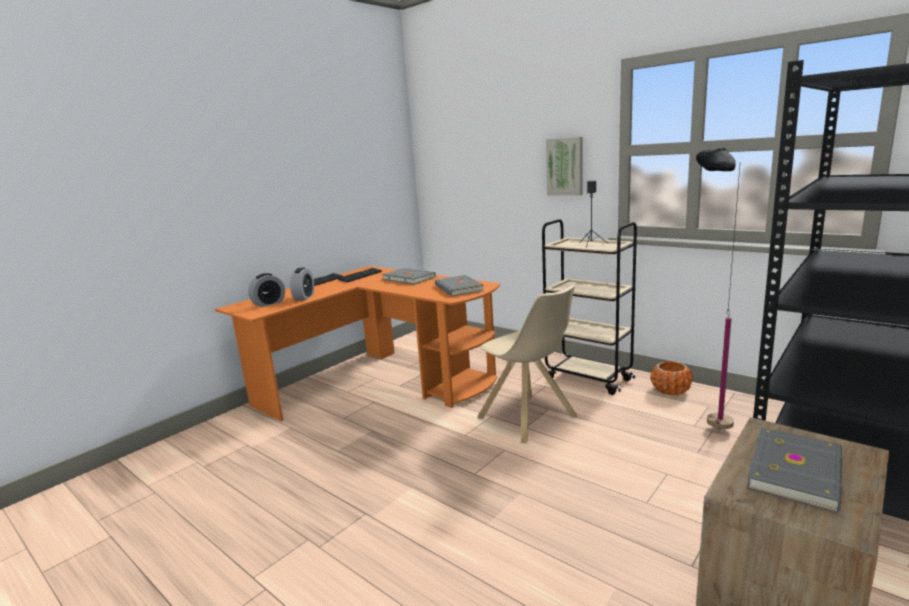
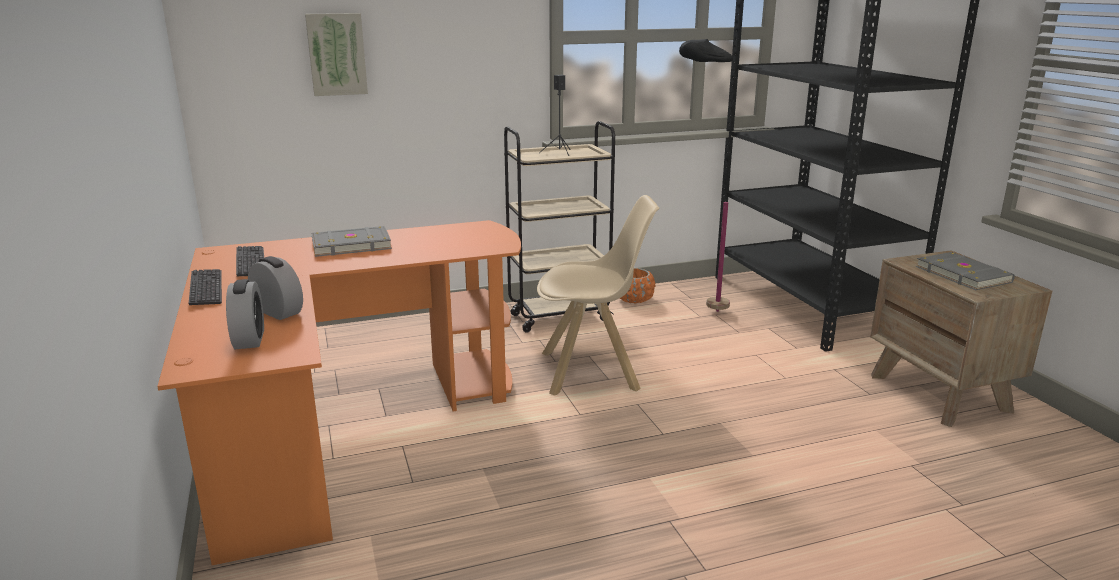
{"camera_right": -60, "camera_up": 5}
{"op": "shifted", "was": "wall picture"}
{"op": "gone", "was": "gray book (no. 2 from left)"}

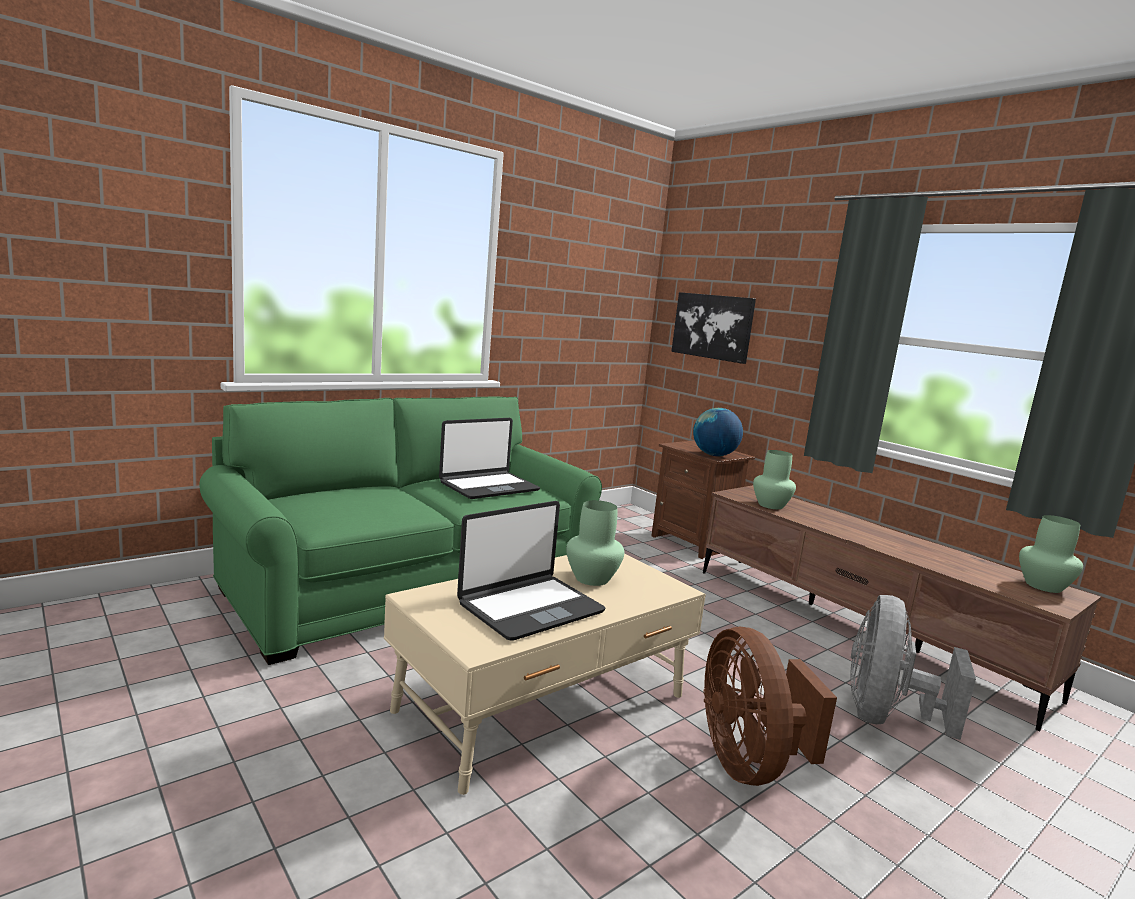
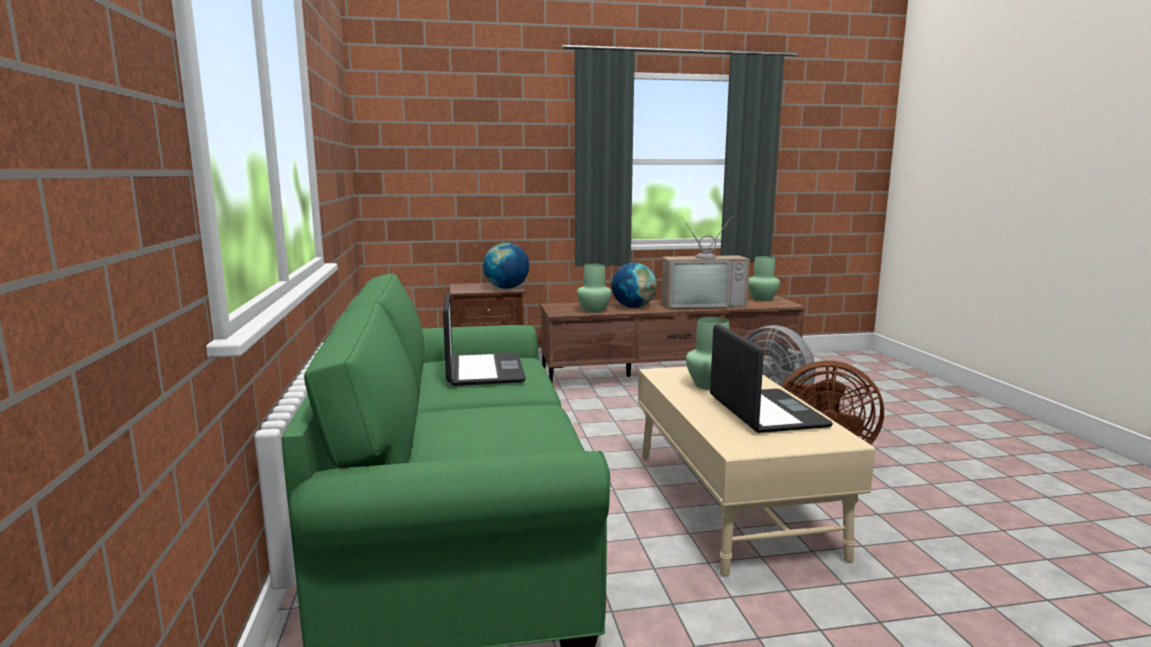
{"camera_right": -60, "camera_up": 0}
{"op": "new", "now": "globe (no. 2 from left)"}
{"op": "new", "now": "TV set"}
{"op": "gone", "was": "wall picture"}

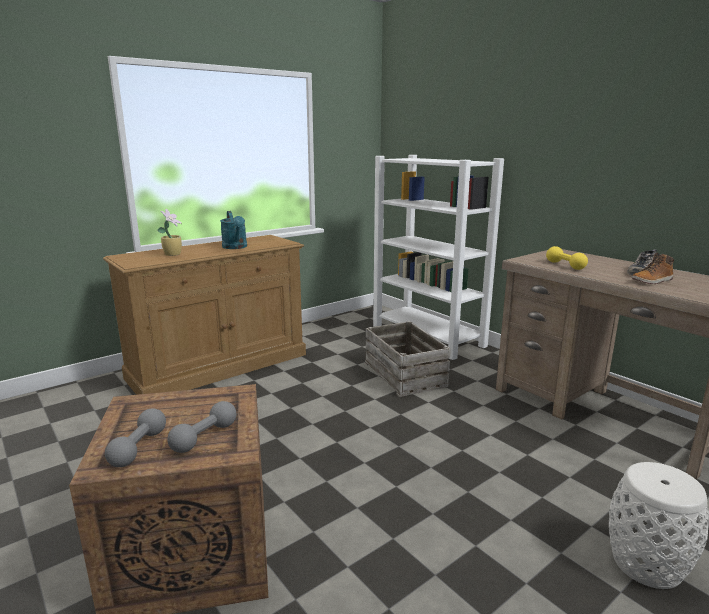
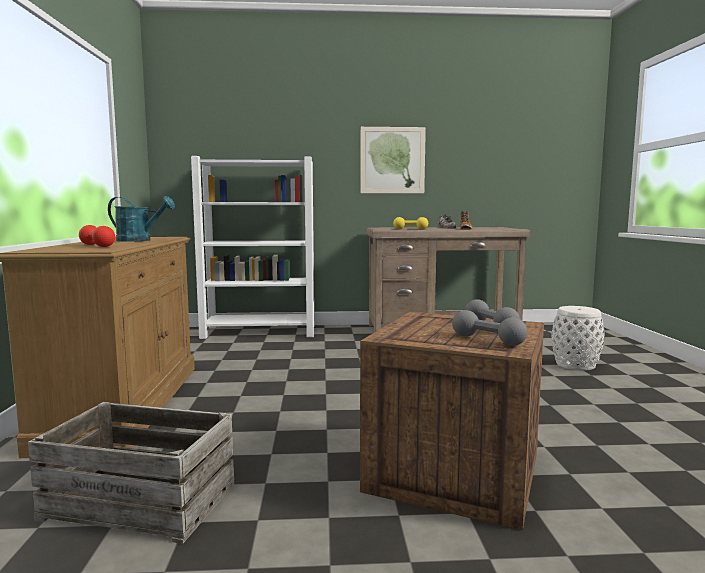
{"camera_right": -55, "camera_up": -10}
{"op": "shifted", "was": "shipping crate (no. 2 from left in the first image)", "now": "shipping crate (no. 1 from left)"}
{"op": "swapped", "was": "potted plant", "now": "reddish free weight"}
{"op": "new", "now": "wall picture"}

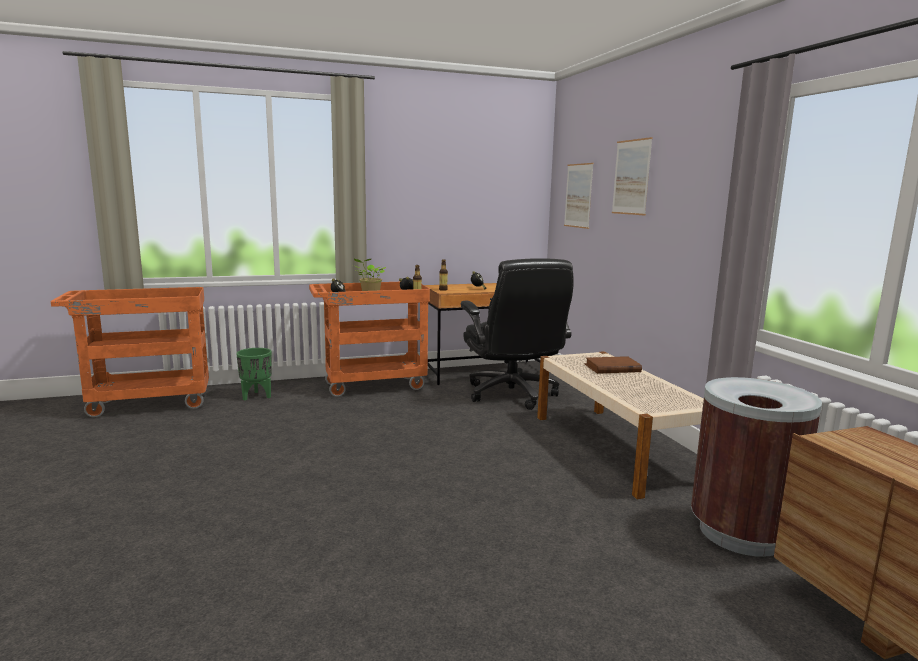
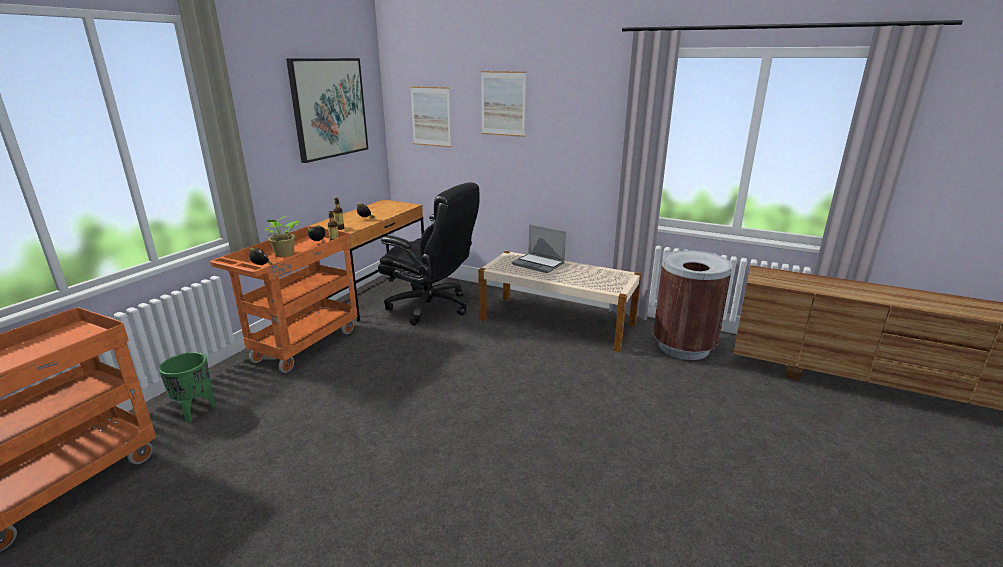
{"camera_right": -45, "camera_up": 10}
{"op": "new", "now": "wall picture (no. 1 from left)"}
{"op": "swapped", "was": "brown book", "now": "laptop"}

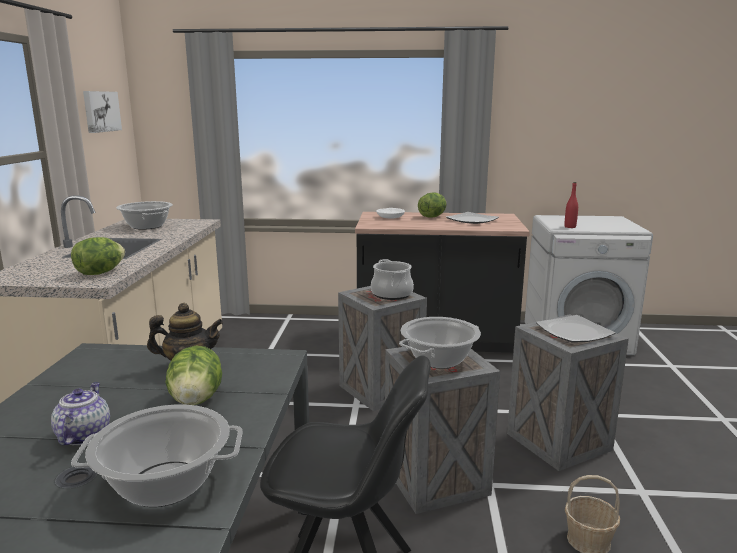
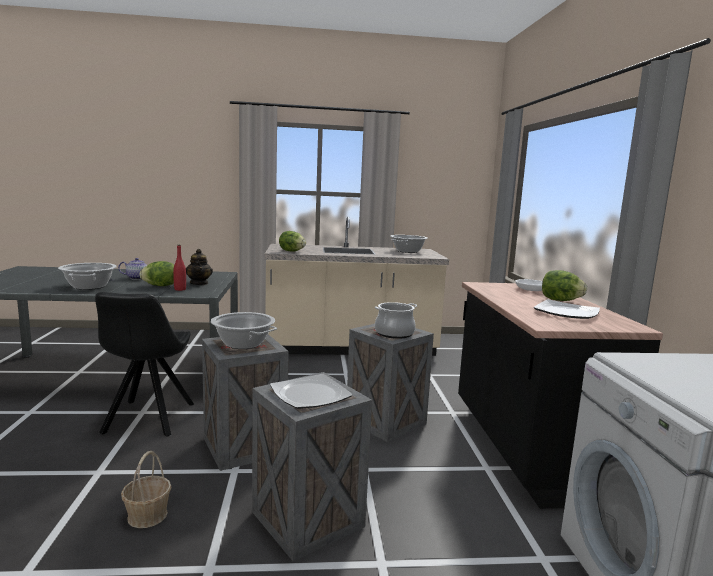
{"camera_right": 80, "camera_up": -5}
{"op": "shifted", "was": "reddish beverage bottle"}
{"op": "gone", "was": "wall picture"}

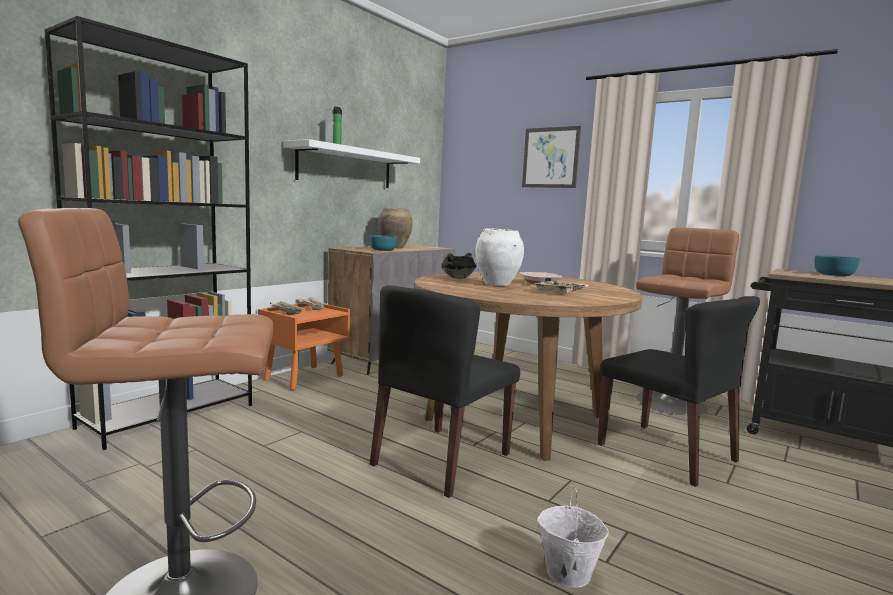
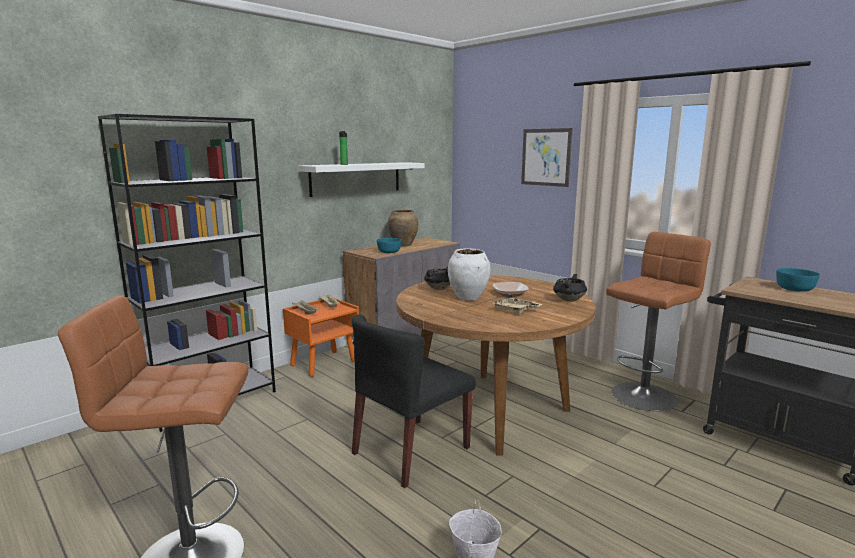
{"camera_right": 10, "camera_up": 5}
{"op": "new", "now": "black stockpot (no. 2 from left)"}
{"op": "gone", "was": "black plain chair (no. 2 from left)"}

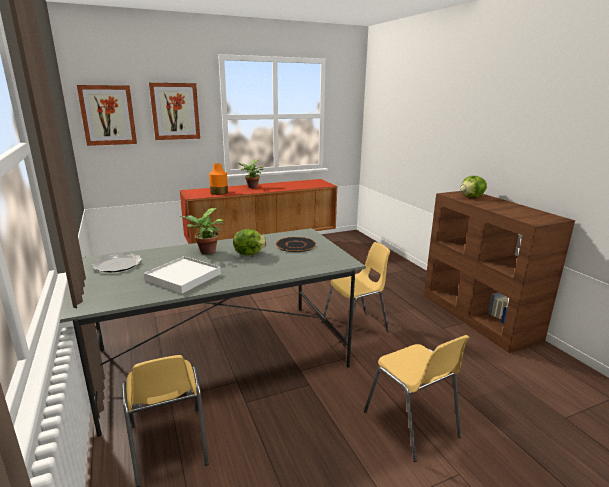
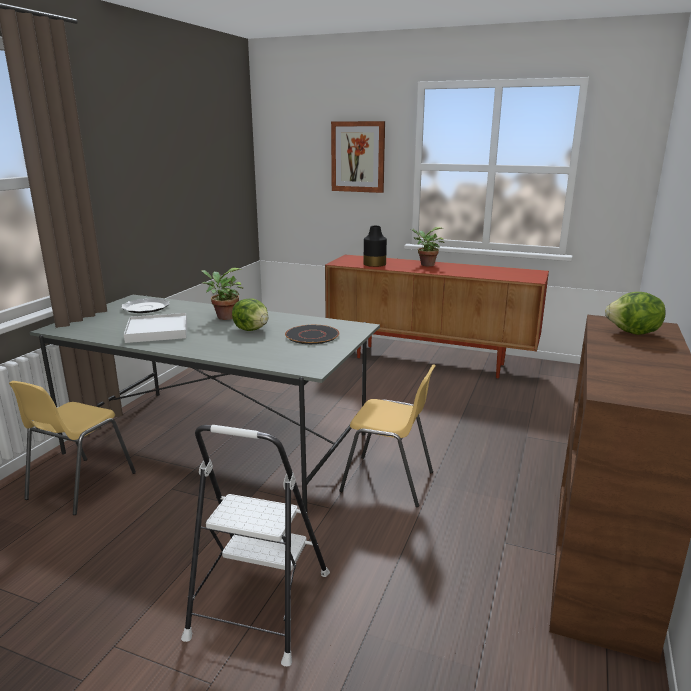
{"camera_right": 45, "camera_up": 0}
{"op": "swapped", "was": "yellow-coloured plain chair (no. 3 from left)", "now": "whitish step ladder"}
{"op": "repainted", "was": "orange flower vase", "now": "black flower vase"}
{"op": "gone", "was": "wall picture (no. 1 from left)"}

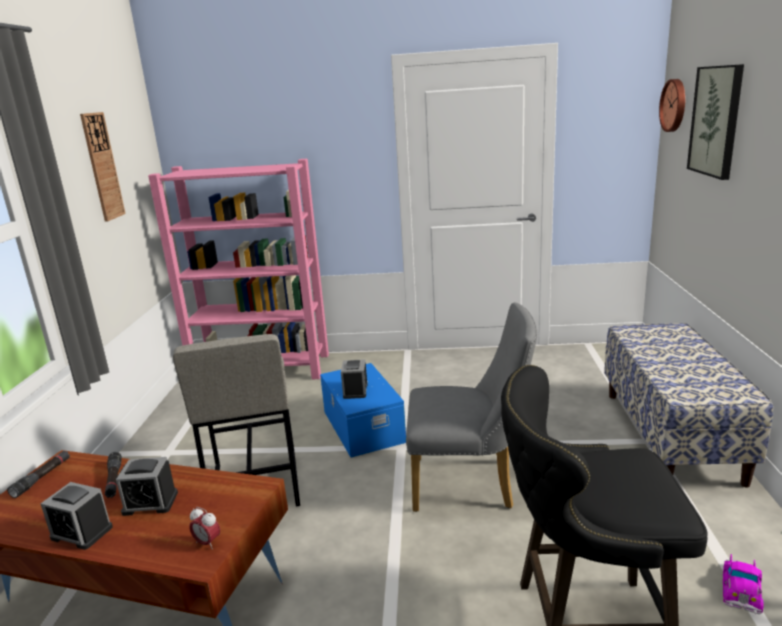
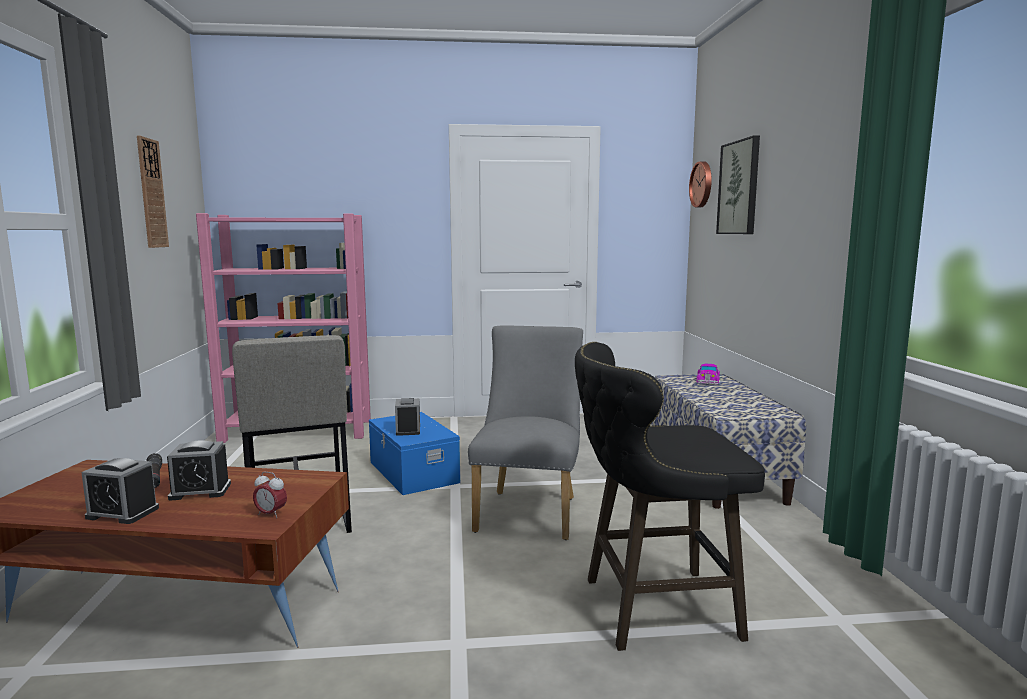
{"camera_right": -10, "camera_up": -10}
{"op": "rotated", "was": "gray plain chair (no. 2 from left)", "clockwise": -75}
{"op": "shifted", "was": "model car"}
{"op": "gone", "was": "black torch (no. 1 from left)"}

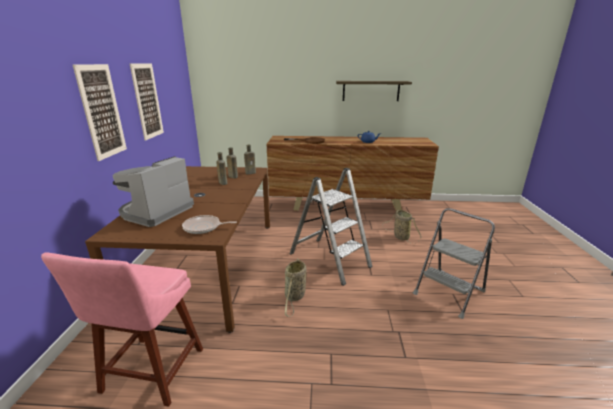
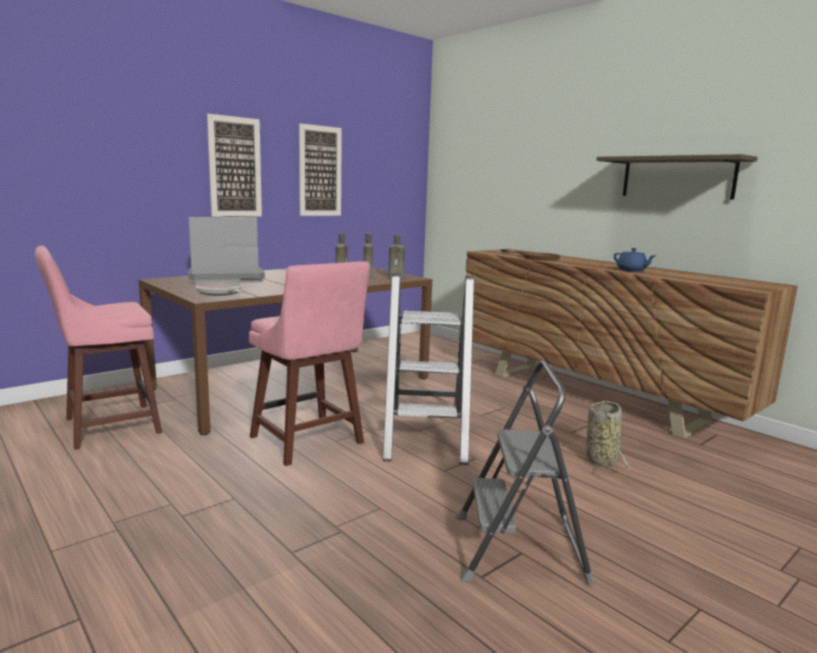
{"camera_right": 45, "camera_up": -10}
{"op": "swapped", "was": "household basket (no. 1 from left)", "now": "pink-coloured plain chair (no. 2 from left)"}

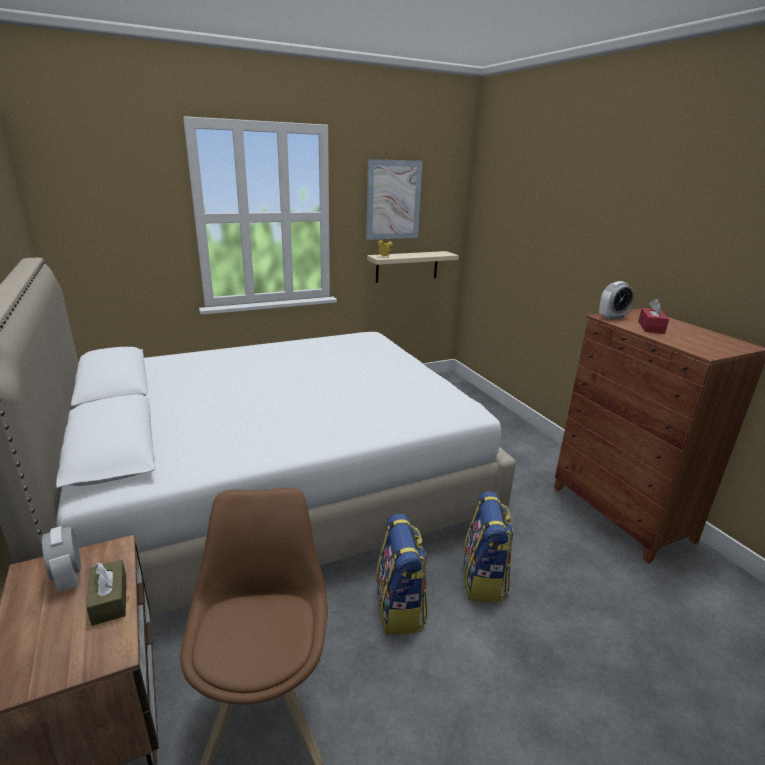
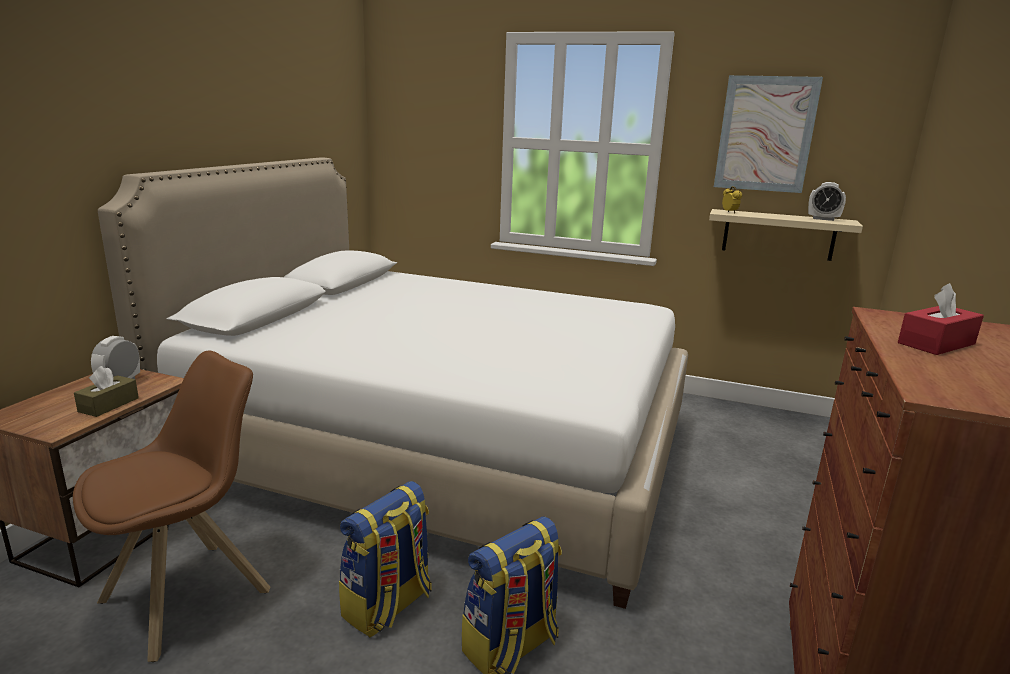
{"camera_right": 45, "camera_up": -5}
{"op": "shifted", "was": "table clock (no. 3 from left)"}

